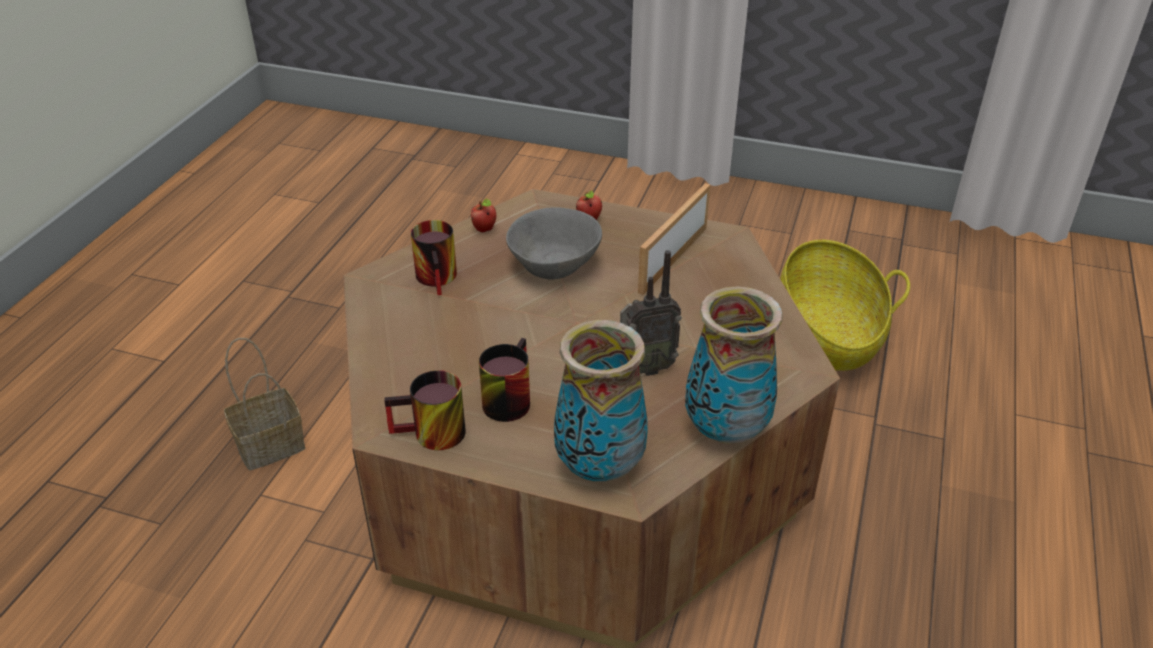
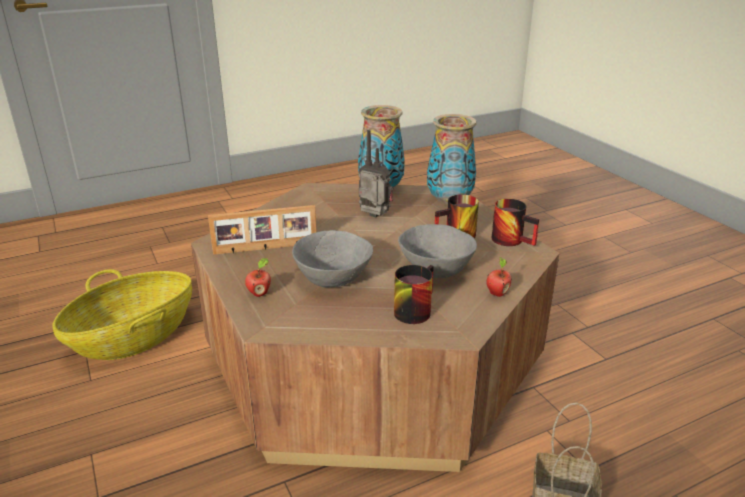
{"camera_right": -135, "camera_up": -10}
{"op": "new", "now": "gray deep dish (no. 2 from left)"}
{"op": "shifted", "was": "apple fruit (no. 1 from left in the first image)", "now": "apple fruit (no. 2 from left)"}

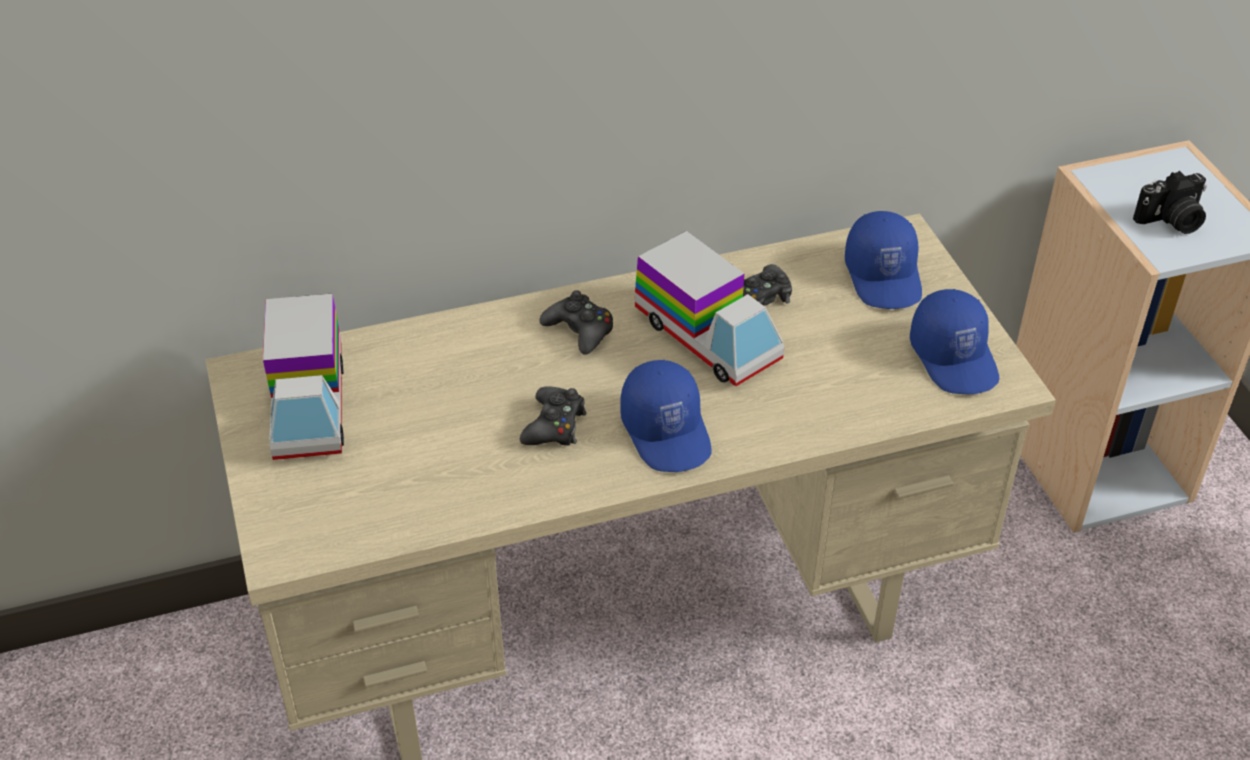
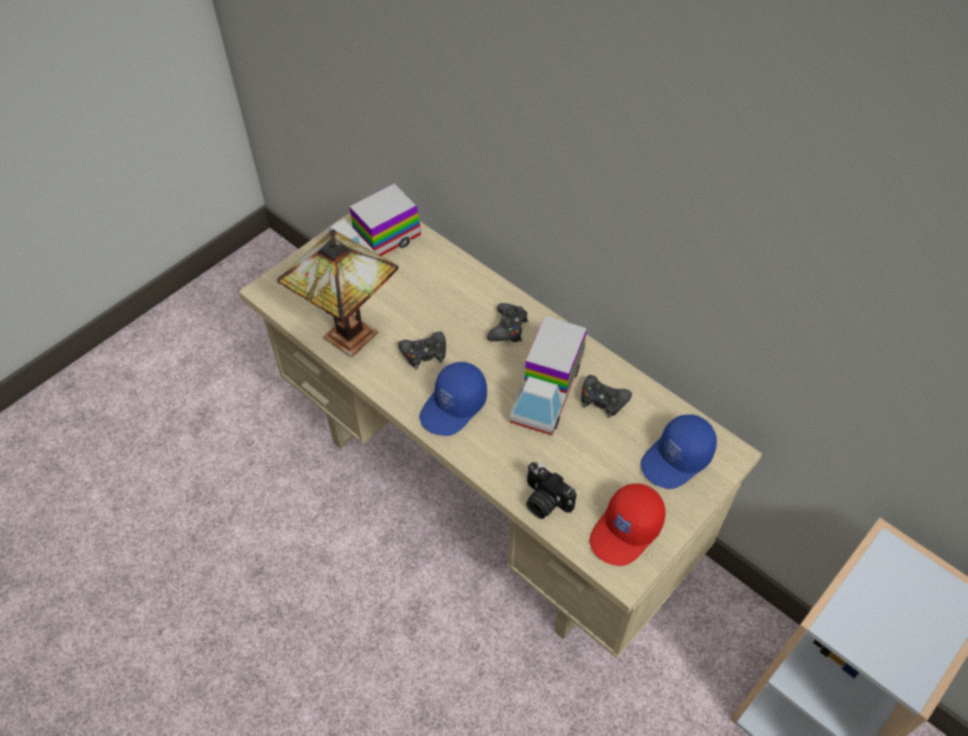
{"camera_right": 60, "camera_up": 10}
{"op": "new", "now": "lamp for a table"}
{"op": "shifted", "was": "photo camera"}
{"op": "repainted", "was": "blue cap (no. 3 from left)", "now": "reddish cap"}

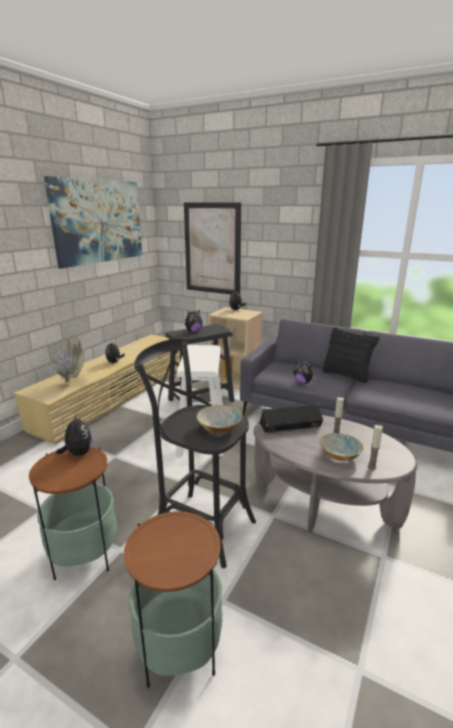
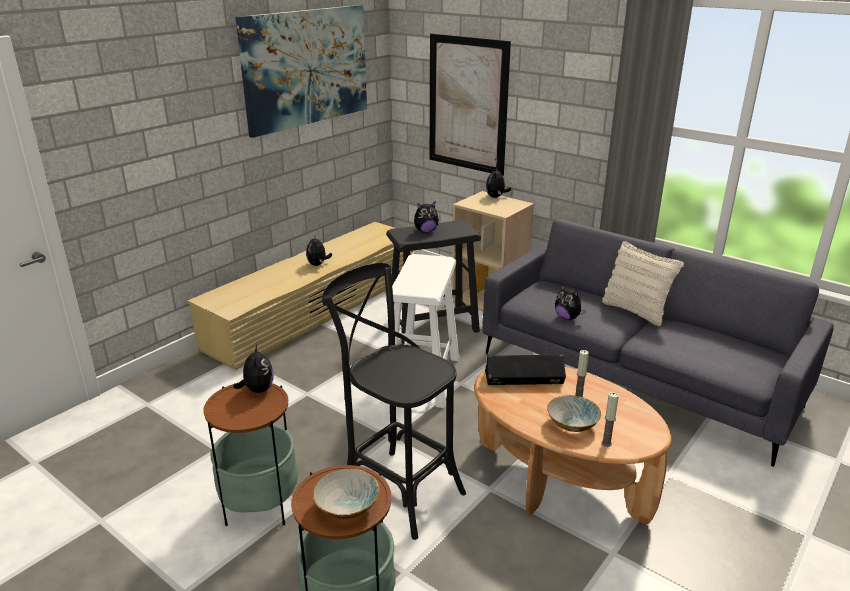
{"camera_right": 10, "camera_up": 5}
{"op": "shifted", "was": "deep dish (no. 1 from left)"}
{"op": "repainted", "was": "gray lounge table", "now": "brown lounge table"}
{"op": "repainted", "was": "black cushion", "now": "sand-coloured cushion"}
{"op": "gone", "was": "potted plant"}

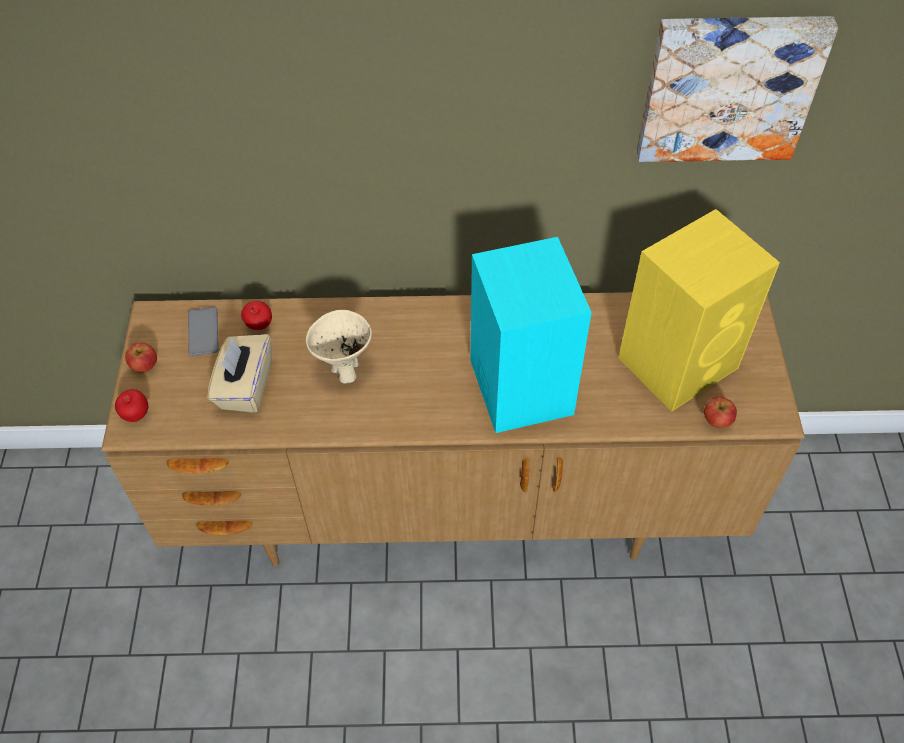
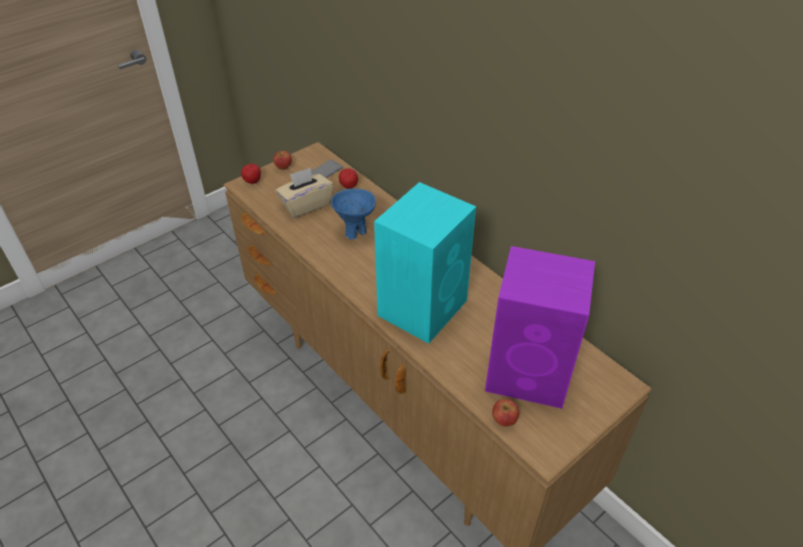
{"camera_right": 50, "camera_up": -10}
{"op": "repainted", "was": "sand-coloured deep dish", "now": "blue deep dish"}
{"op": "repainted", "was": "yellow-coloured loudspeaker", "now": "purple loudspeaker"}
{"op": "gone", "was": "wall picture"}

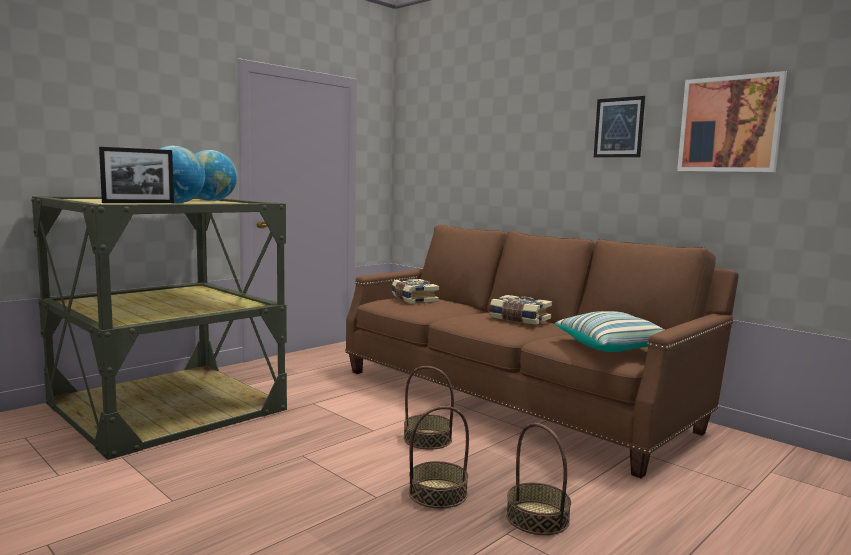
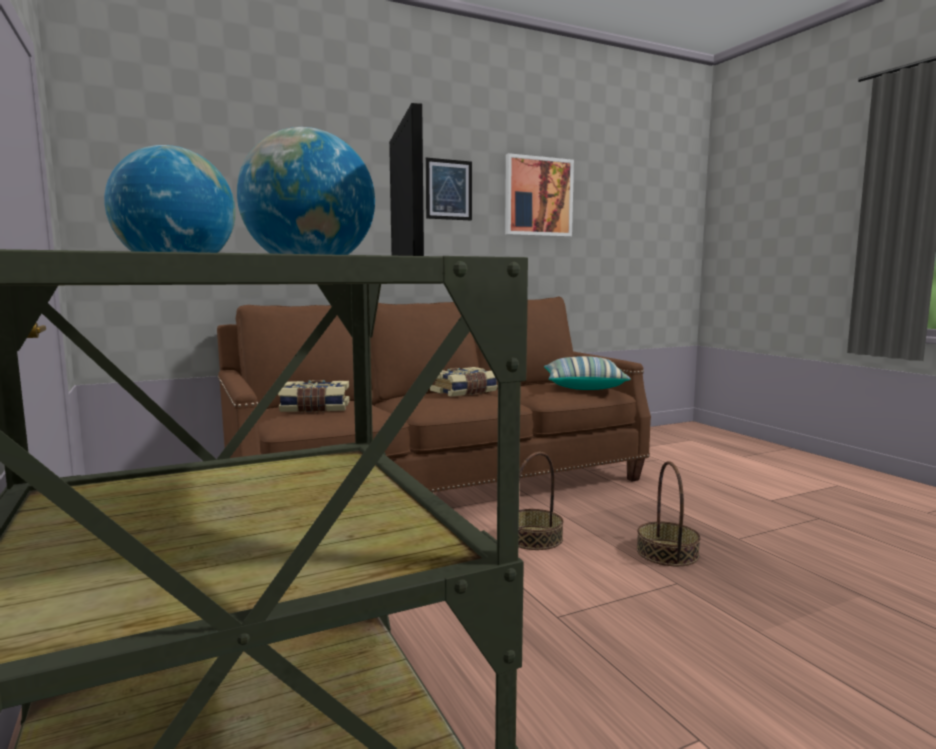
{"camera_right": -70, "camera_up": 0}
{"op": "gone", "was": "household basket (no. 3 from left)"}

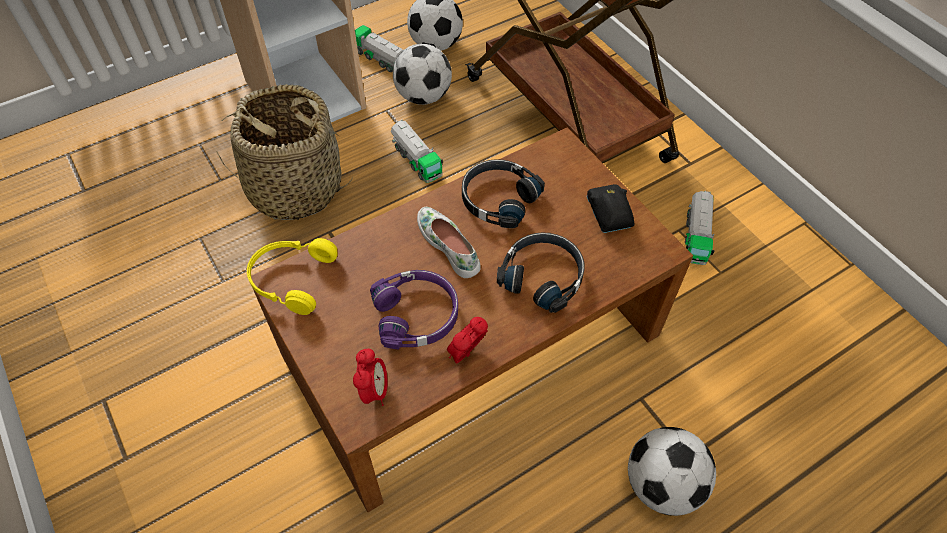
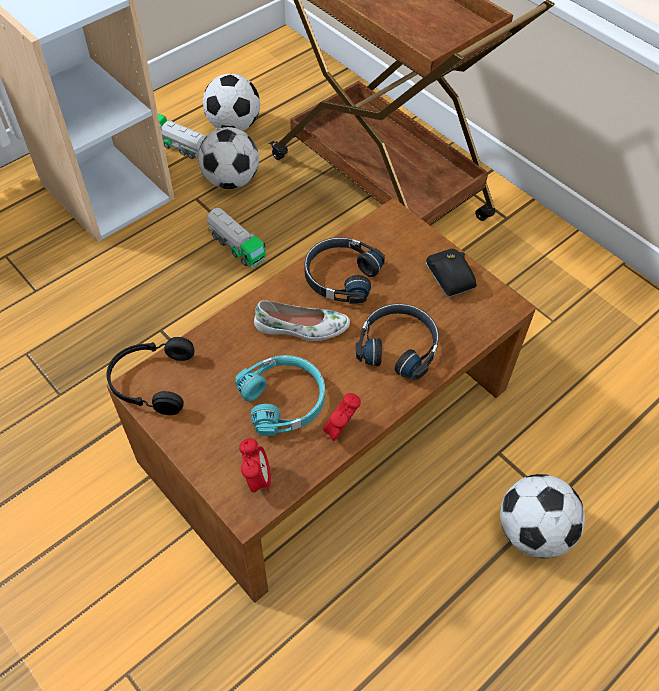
{"camera_right": -10, "camera_up": 0}
{"op": "repainted", "was": "yellow-coloured pair of headphones", "now": "black pair of headphones (no. 1 from left)"}
{"op": "repainted", "was": "purple pair of headphones", "now": "turquoise-coloured pair of headphones"}
{"op": "rotated", "was": "whitish item of footwear", "clockwise": 135}
{"op": "gone", "was": "household basket"}
{"op": "gone", "was": "model truck (no. 3 from left)"}

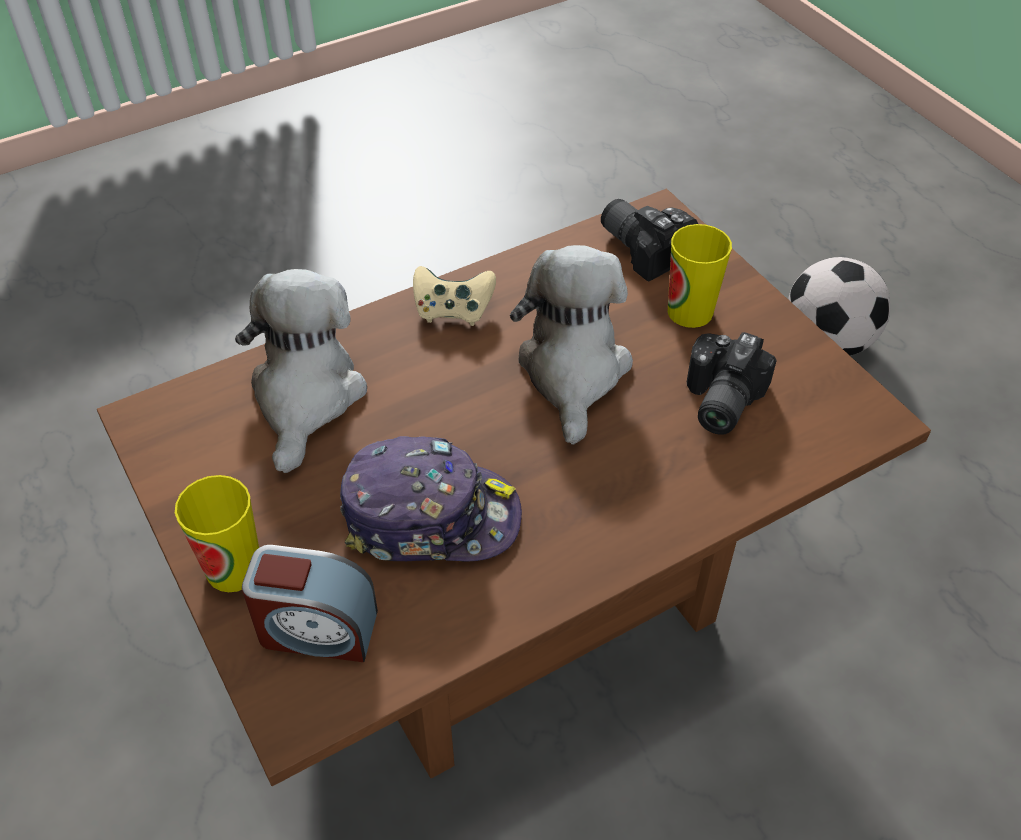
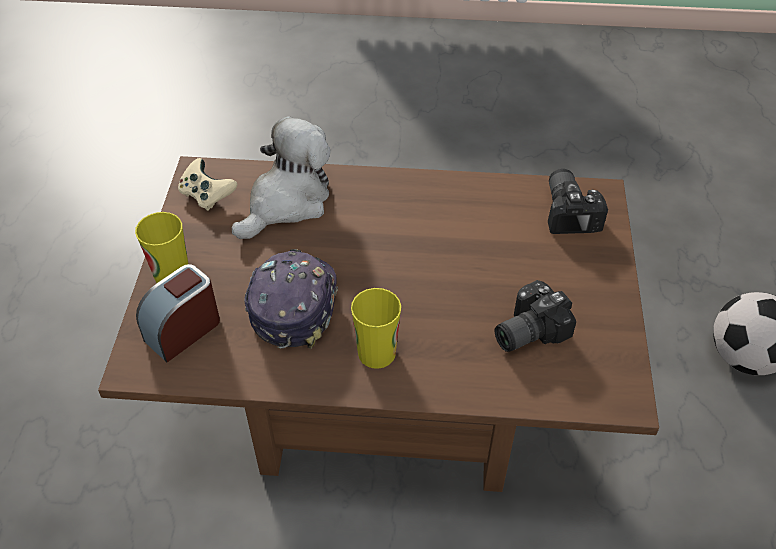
{"camera_right": 35, "camera_up": 0}
{"op": "rotated", "was": "table clock", "clockwise": 90}
{"op": "shifted", "was": "sand-coloured gamepad"}
{"op": "rotated", "was": "cap", "clockwise": -120}
{"op": "shifted", "was": "cup (no. 2 from left)"}
{"op": "gone", "was": "cuddly toy (no. 2 from left)"}

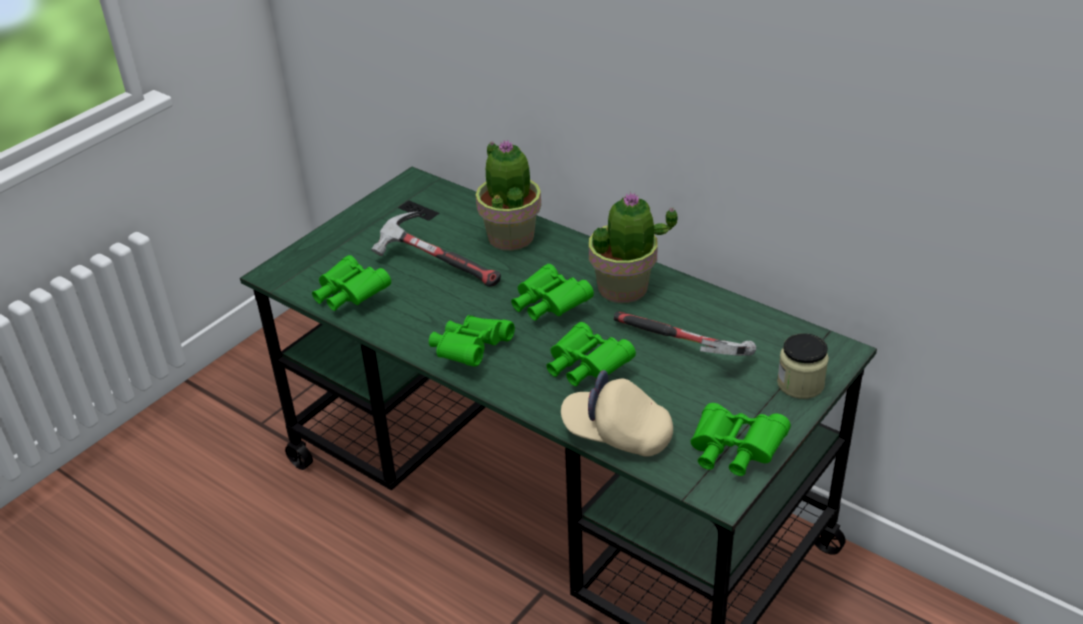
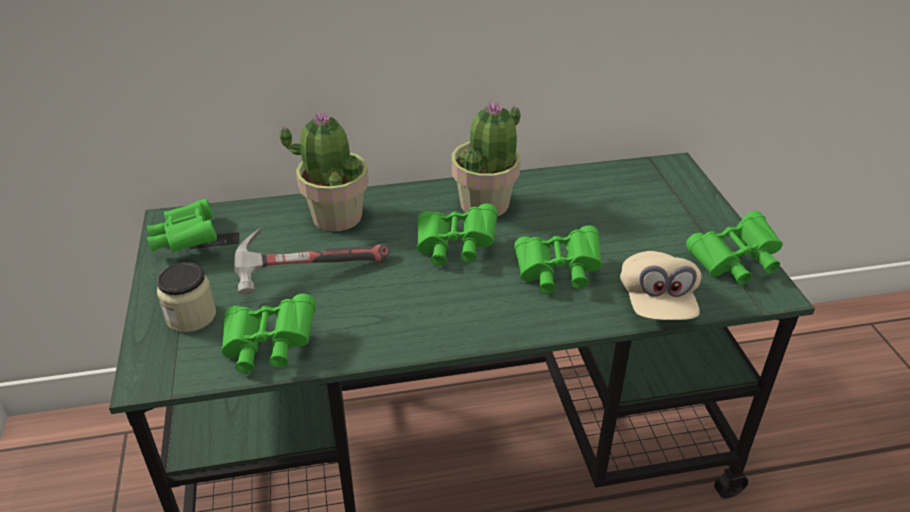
{"camera_right": -50, "camera_up": 0}
{"op": "shifted", "was": "green binoculars (no. 2 from left in the first image)", "now": "green binoculars (no. 1 from left)"}
{"op": "shifted", "was": "storage jar"}
{"op": "rotated", "was": "sand-coloured cap", "clockwise": -60}
{"op": "gone", "was": "tool hammer (no. 2 from left)"}

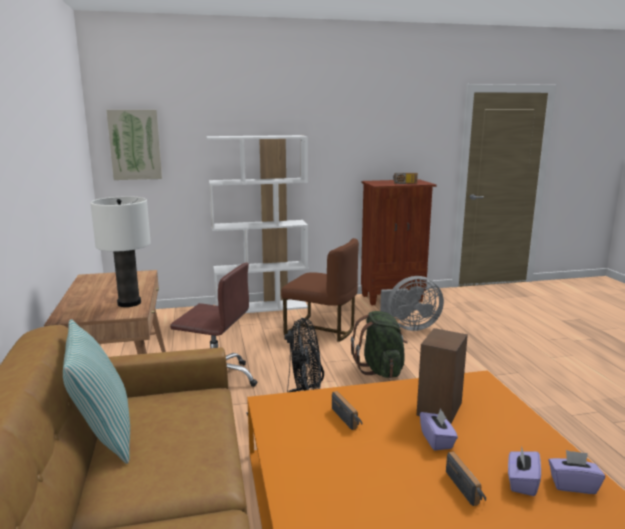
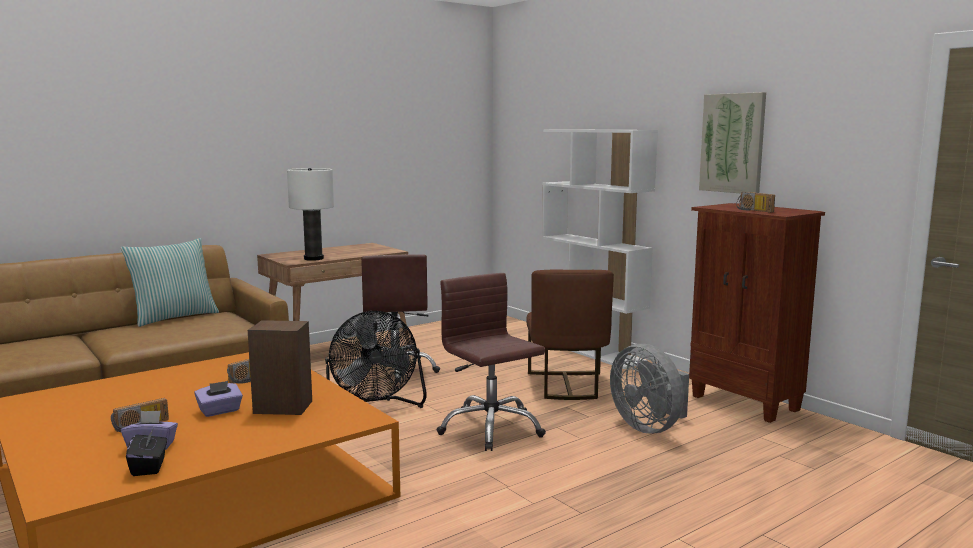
{"camera_right": 65, "camera_up": -5}
{"op": "repainted", "was": "purple box of tissues (no. 3 from left)", "now": "black box of tissues"}
{"op": "swapped", "was": "green rucksack", "now": "brown office chair (no. 2 from left)"}
{"op": "shifted", "was": "wall picture"}

